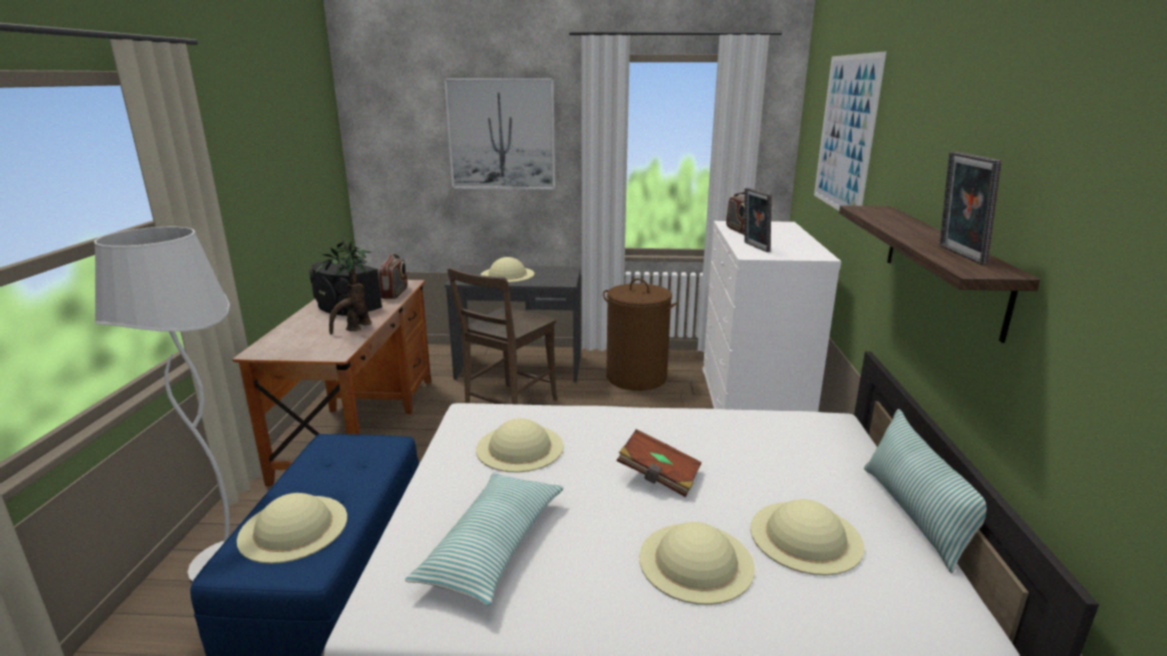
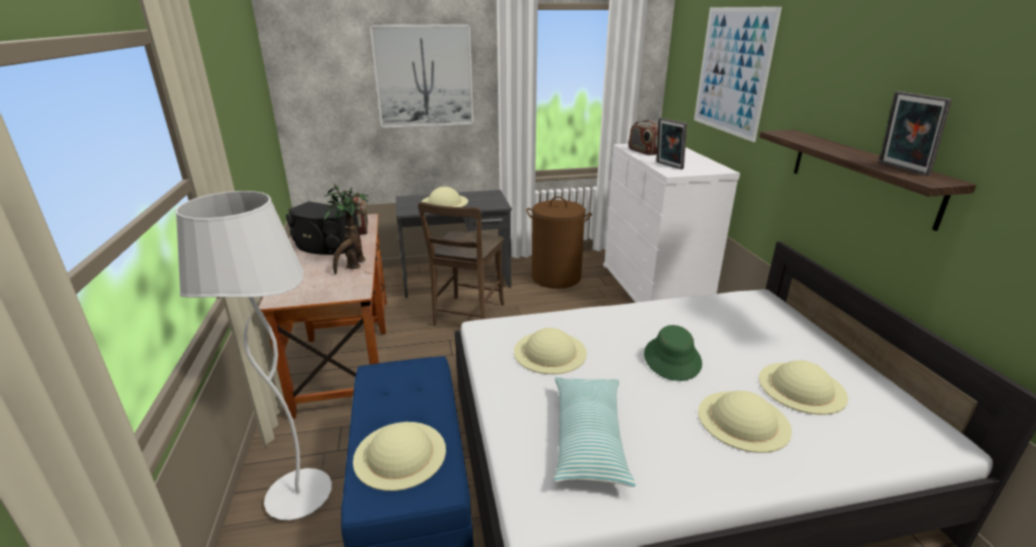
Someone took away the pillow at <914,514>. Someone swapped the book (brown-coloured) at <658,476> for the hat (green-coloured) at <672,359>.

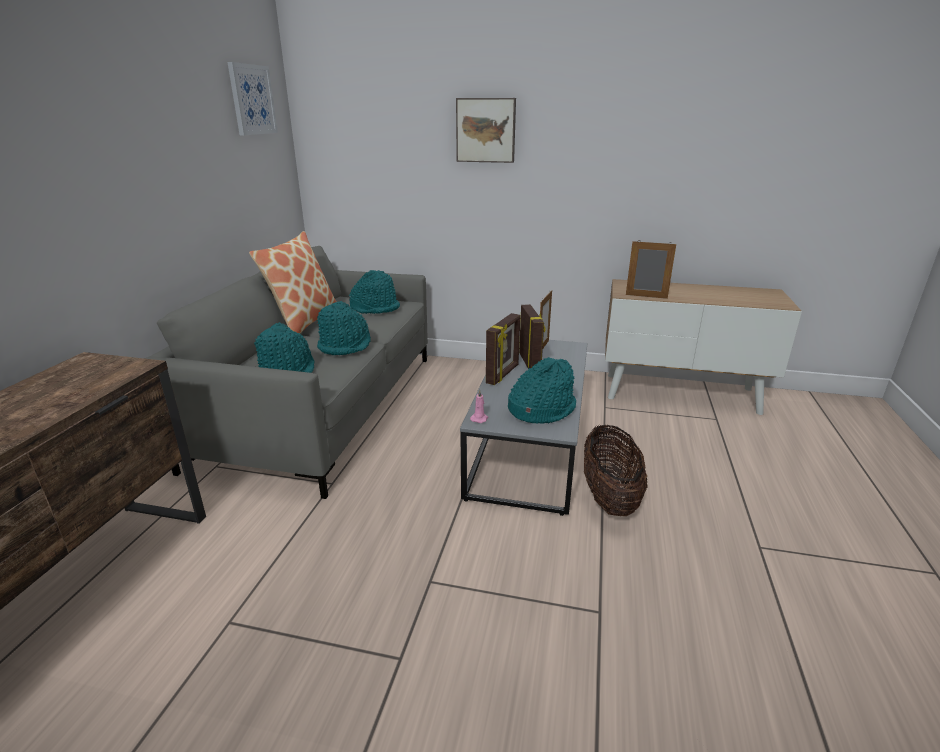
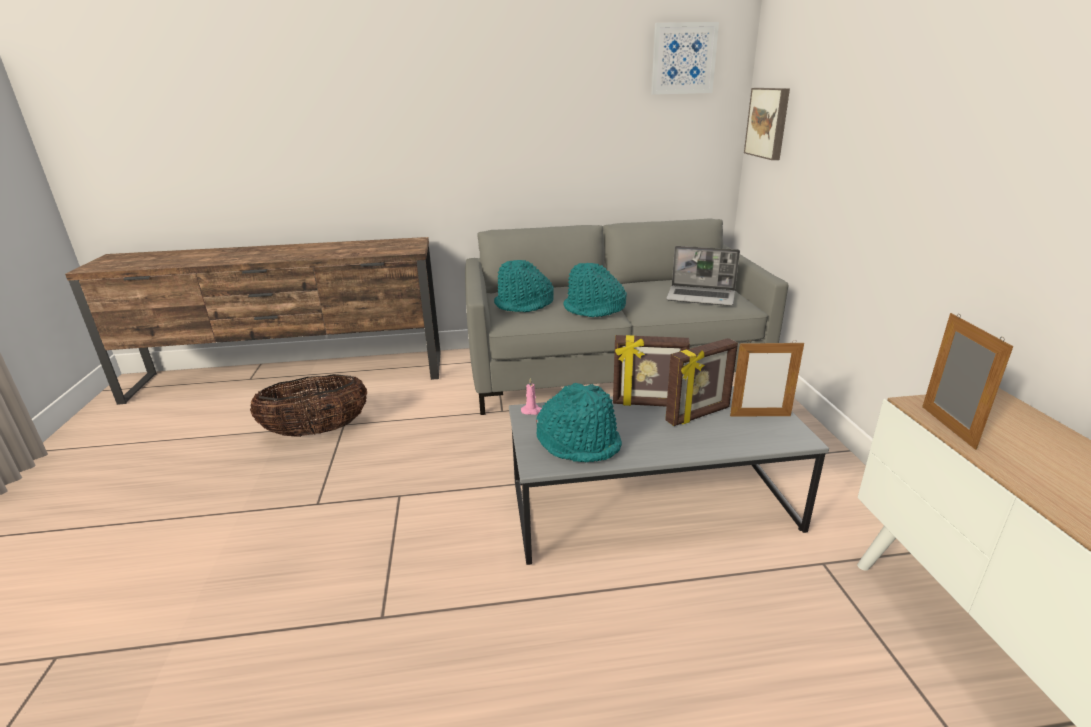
Someone took away the pillow at <304,321>. Someone carried the wall picture from <486,130> to <768,123>. Someone carried the storage basket from <609,497> to <317,431>. Someone swapped the hat (blue-green) at <375,308> for the notebook computer at <701,297>.

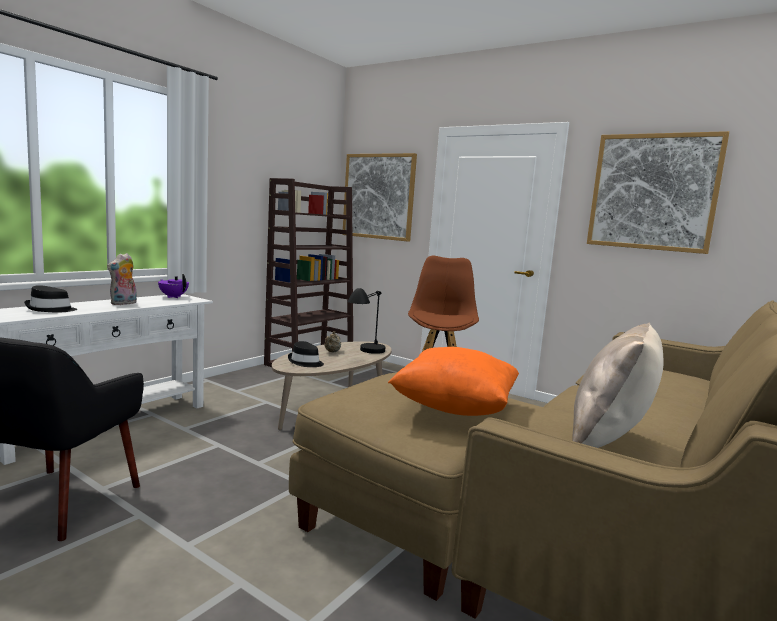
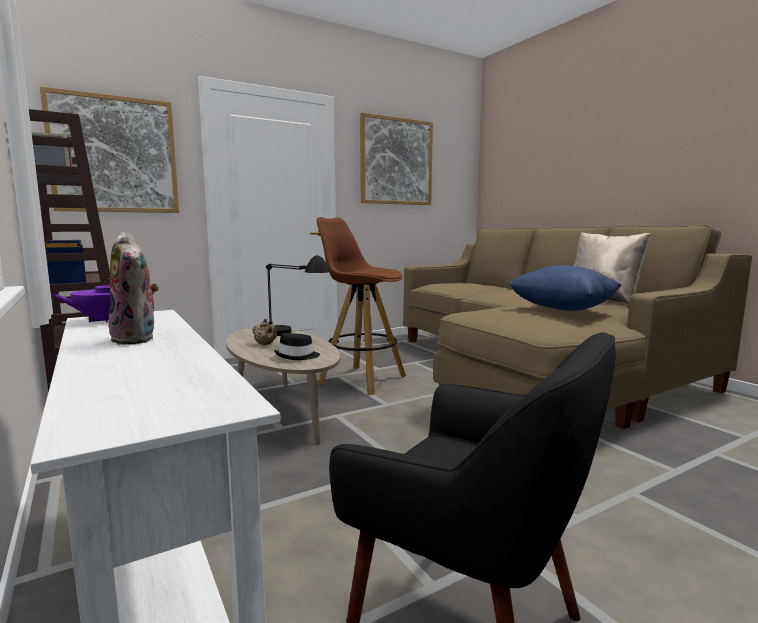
Someone took away the hat (black-coloured) at <50,309>. Someone repainted the pillow (orange-coloured) at <455,408>, which became the pillow (blue-coloured) at <563,310>.

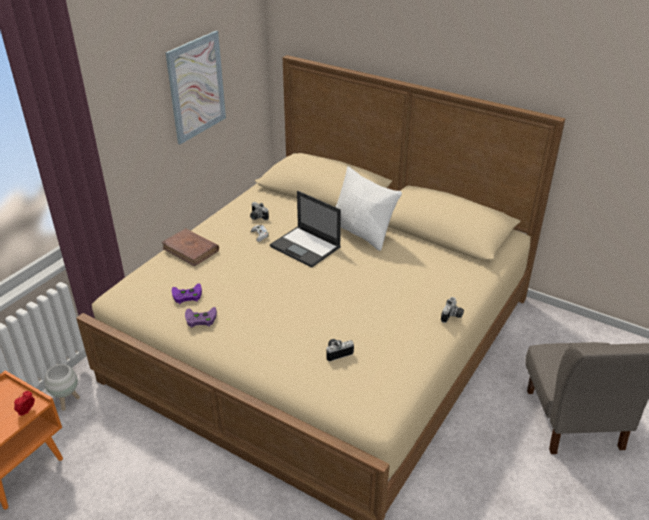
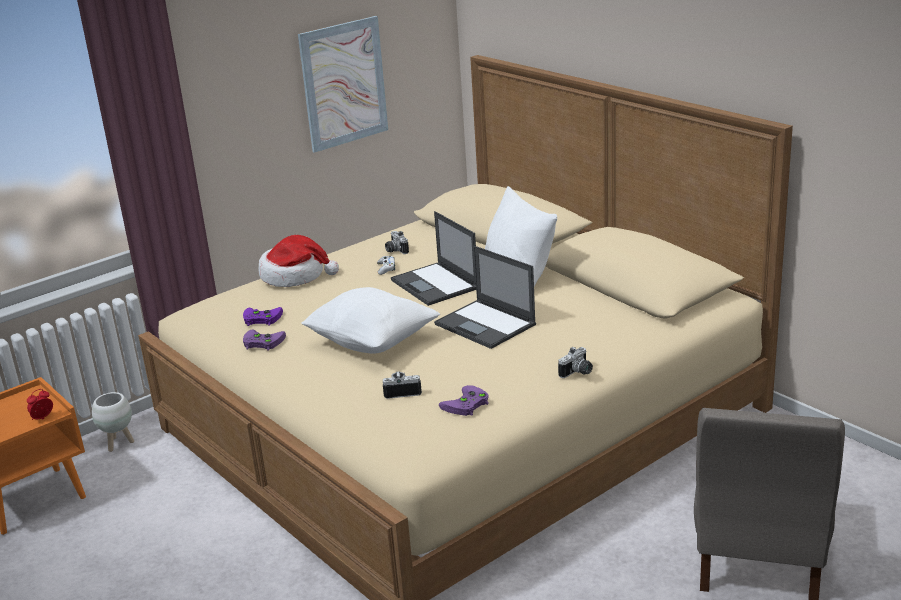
Someone put down the pillow (white-coloured) at <372,343>. Someone put down the notebook computer at <486,325>. Someone put down the joypad (purple-coloured) at <466,405>. Someone swapped the book (brown-coloured) at <190,249> for the hat at <294,276>.

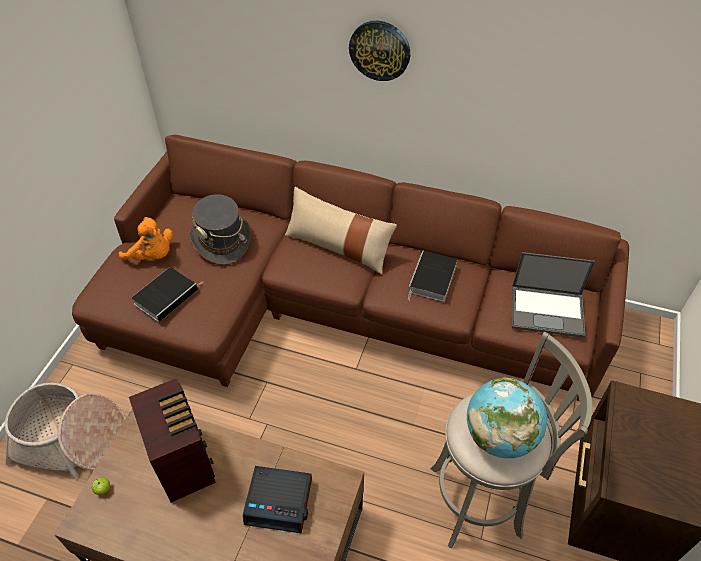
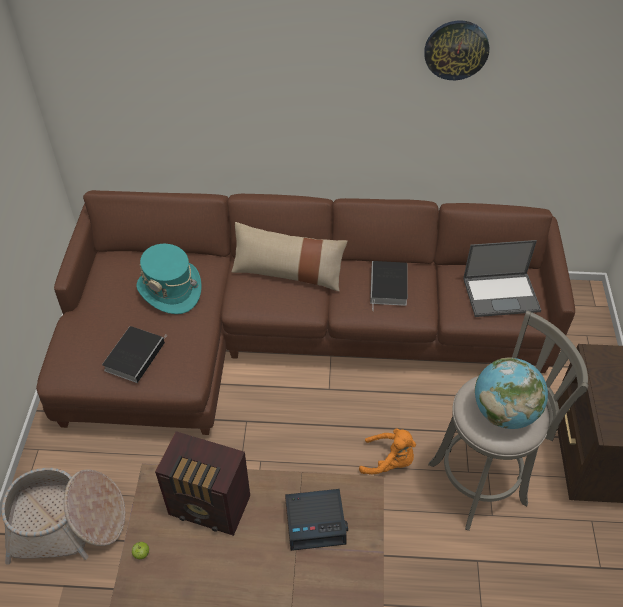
Someone carried the cuddly toy (orange-coloured) from <153,256> to <389,461>. Someone carried the hanging clock from <380,50> to <456,49>. Someone repainted the hat (grey) at <222,240>, which became the hat (blue-green) at <170,290>. Someone rotated the radio at <183,460> by 150 degrees clockwise.

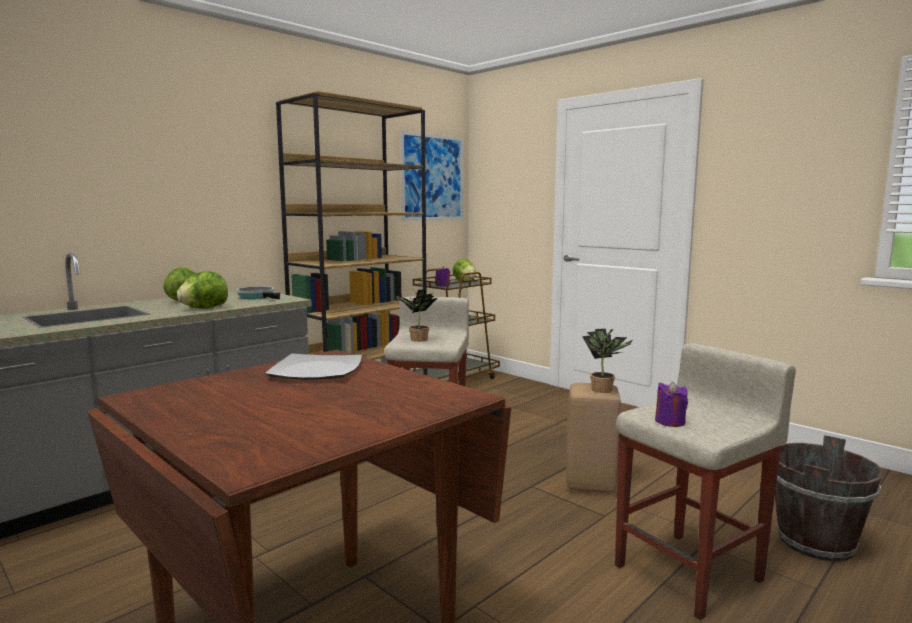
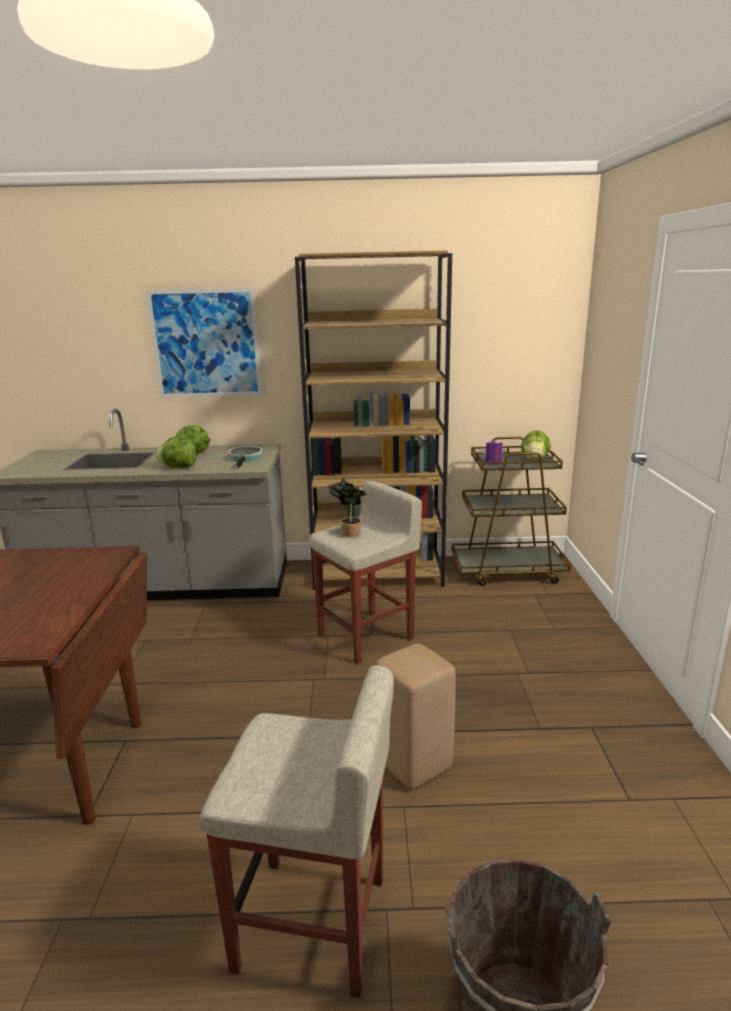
Someone took away the plate at <315,370>. Someone took away the houseplant at <605,390>. Someone took away the wax candle (purple-coloured) at <670,421>. Someone carried the wall picture from <432,177> to <206,344>.

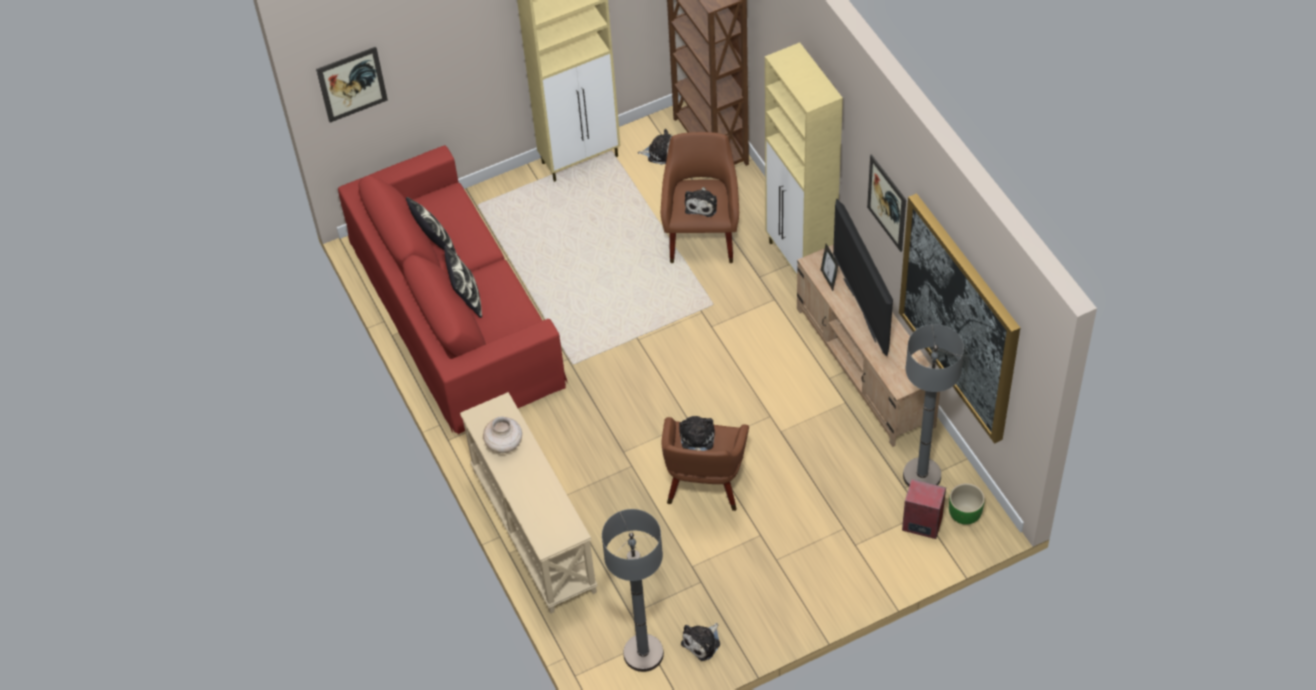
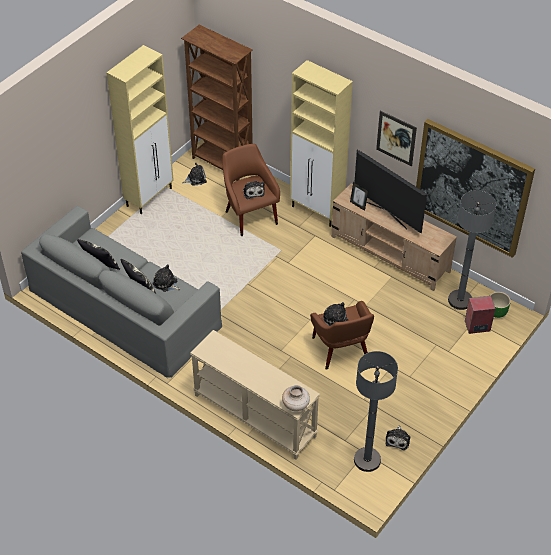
Someone took away the wall picture at <352,84>. Someone put down the cuddly toy at <166,283>. Someone carried the flower vase (beige) from <504,444> to <296,405>. Someone repainted the sofa (red) at <455,310>, which became the sofa (grey) at <124,307>.

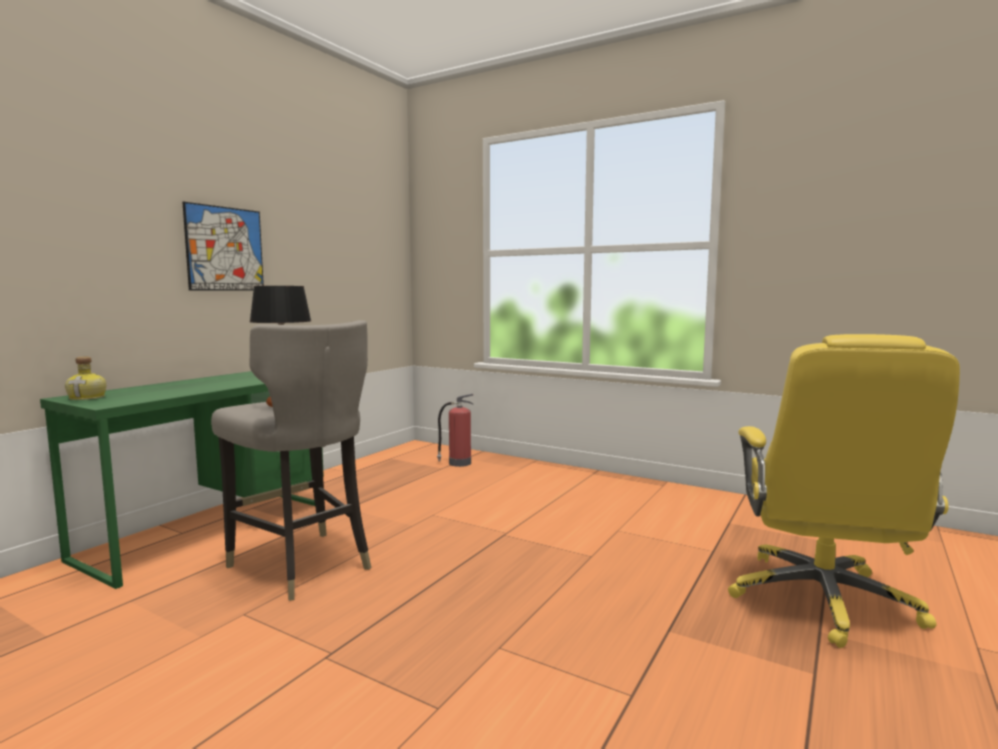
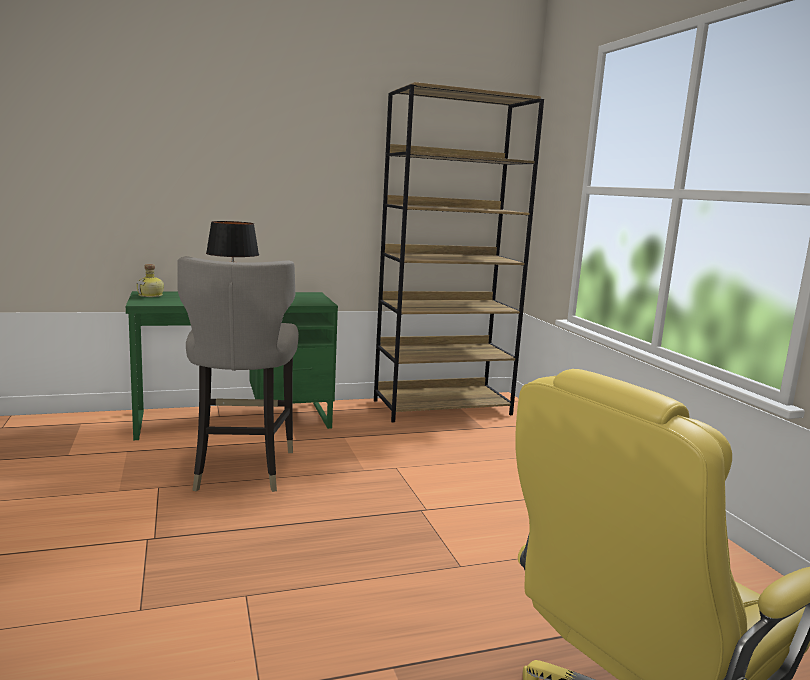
Someone took away the wall picture at <225,249>. Someone took away the extinguisher at <458,463>. Someone put down the bookcase (brown-coloured) at <442,407>.

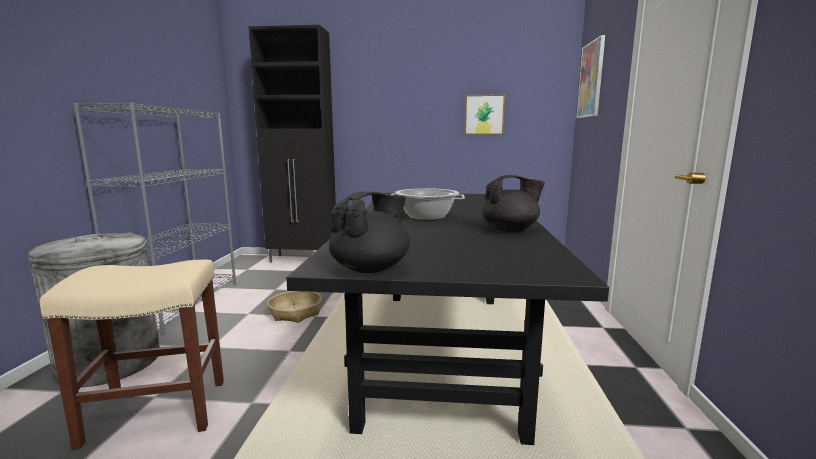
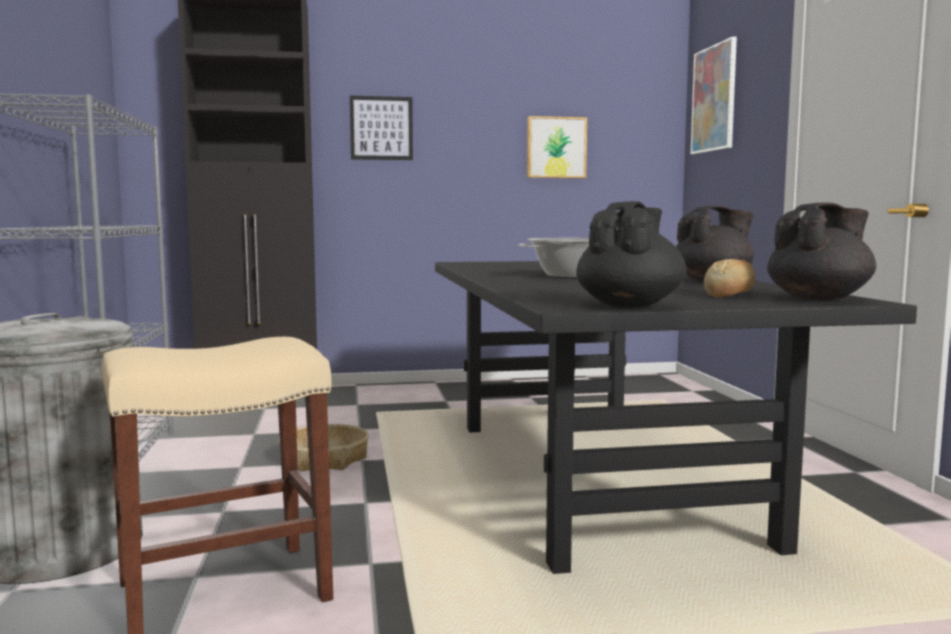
Someone put up the wall picture at <381,128>. Someone put down the bakery bread at <729,295>. Someone put down the teapot (black-coloured) at <819,299>.

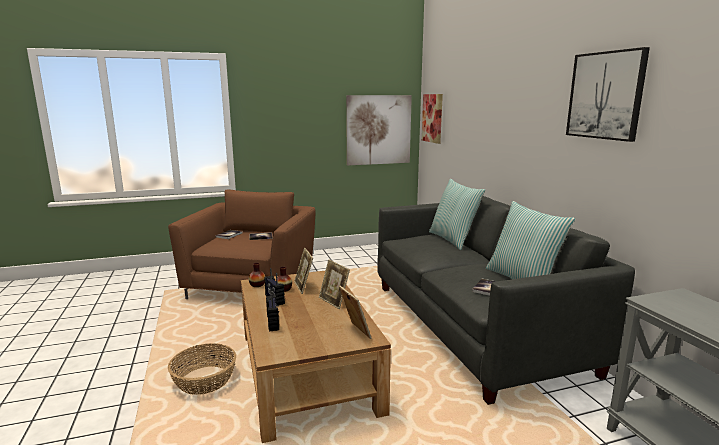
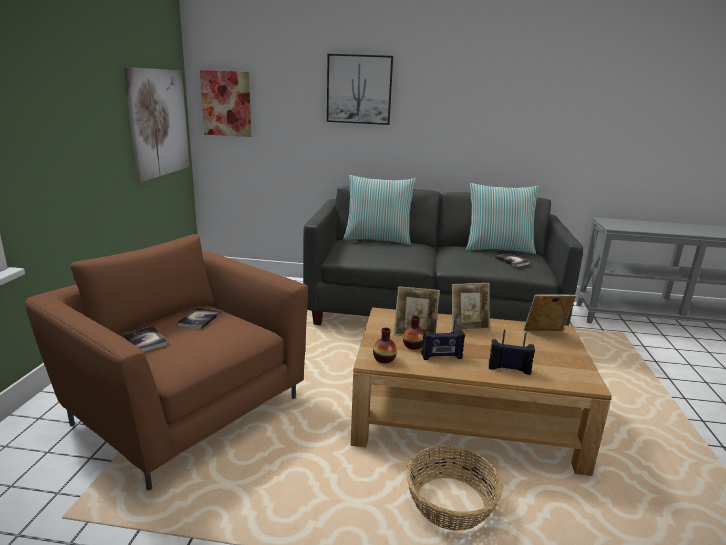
Someone carried the wall picture from <605,95> to <359,89>.

